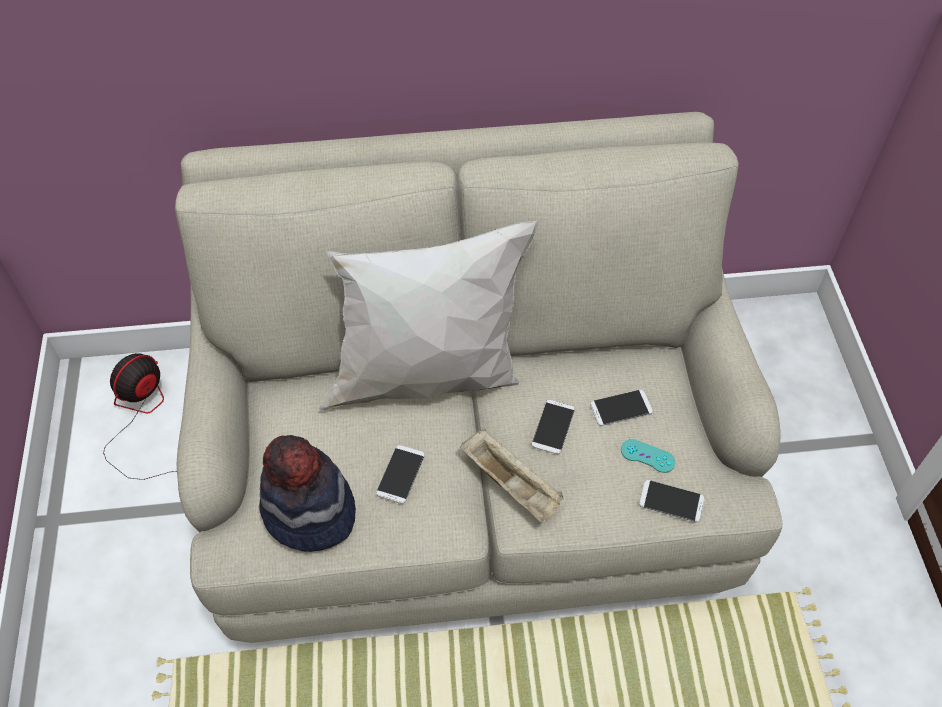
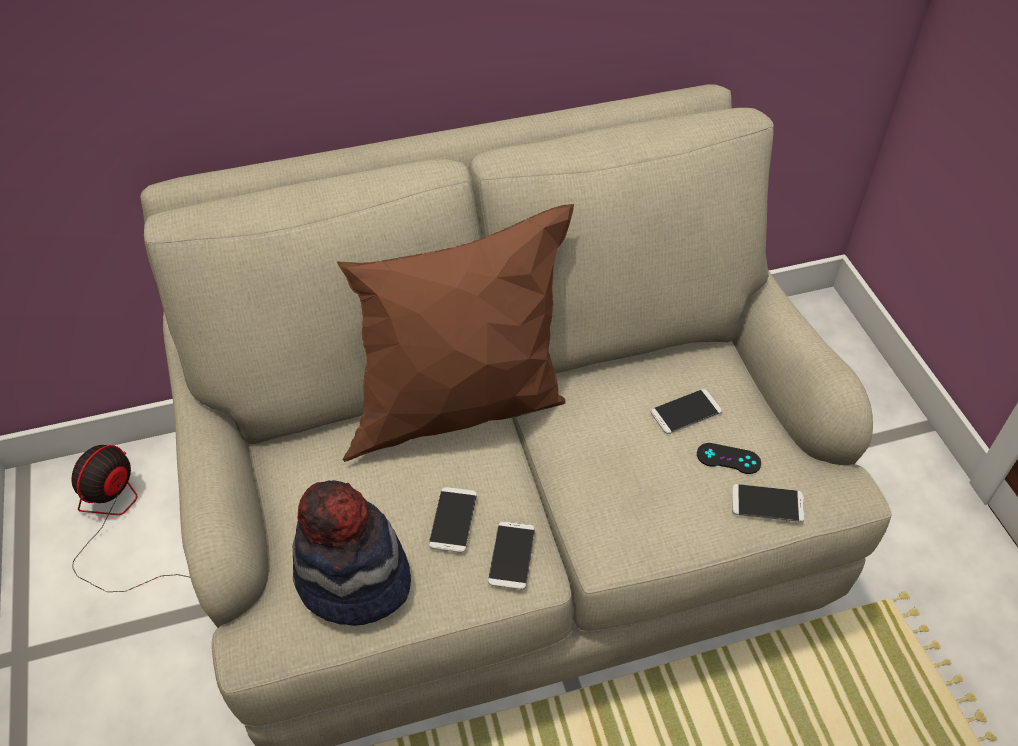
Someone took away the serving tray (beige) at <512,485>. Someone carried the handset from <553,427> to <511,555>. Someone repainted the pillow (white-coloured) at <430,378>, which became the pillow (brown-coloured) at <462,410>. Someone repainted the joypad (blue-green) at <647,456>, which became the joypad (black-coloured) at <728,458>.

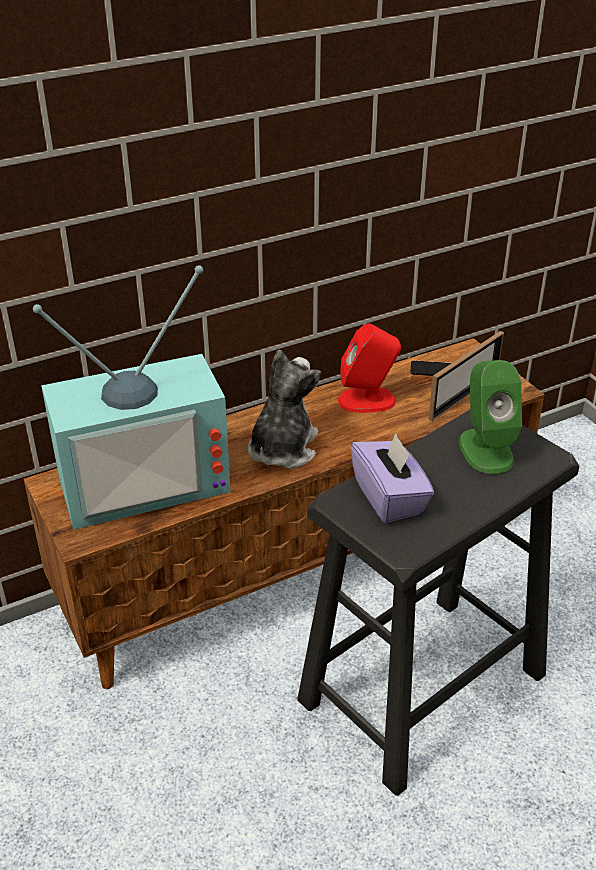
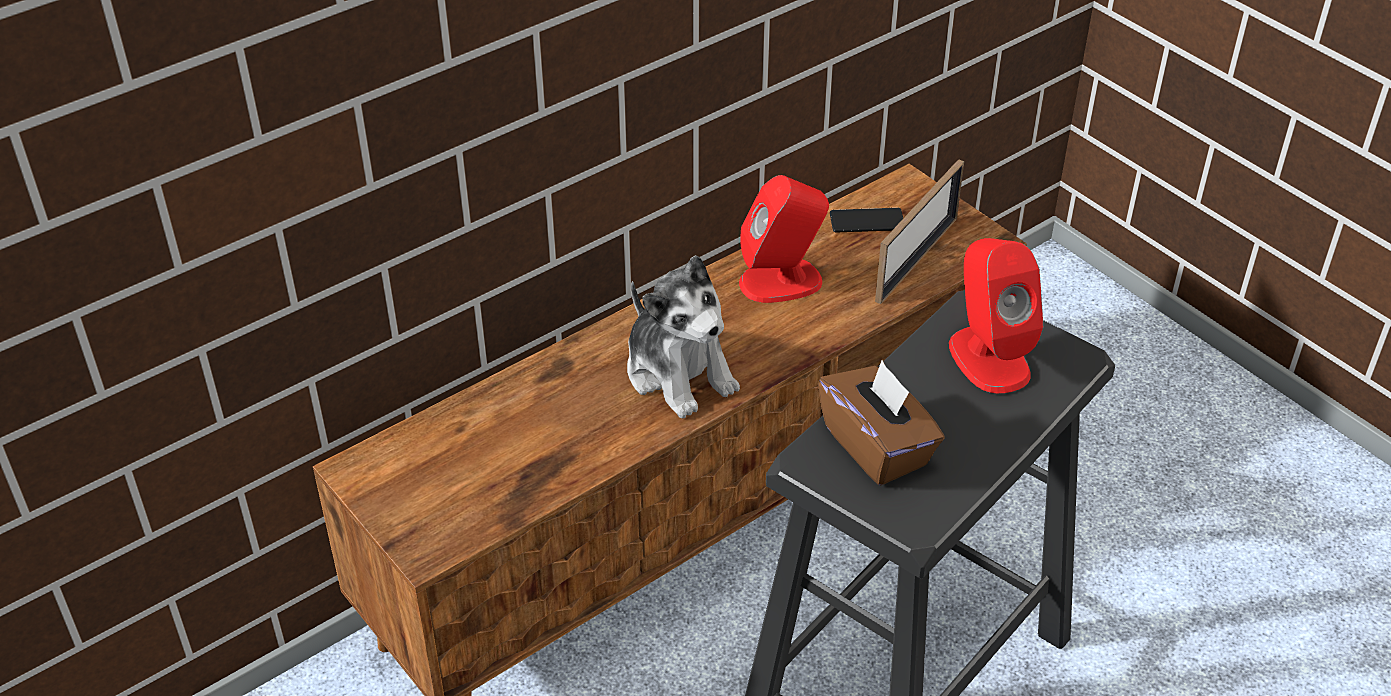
Someone took away the television at <144,479>. Someone repainted the tissue box (purple-coloured) at <390,498>, which became the tissue box (brown-coloured) at <877,446>. Someone repainted the speaker (green-coloured) at <485,450>, which became the speaker (red) at <988,358>. Someone rotated the cuddly toy at <282,449> by 135 degrees clockwise.

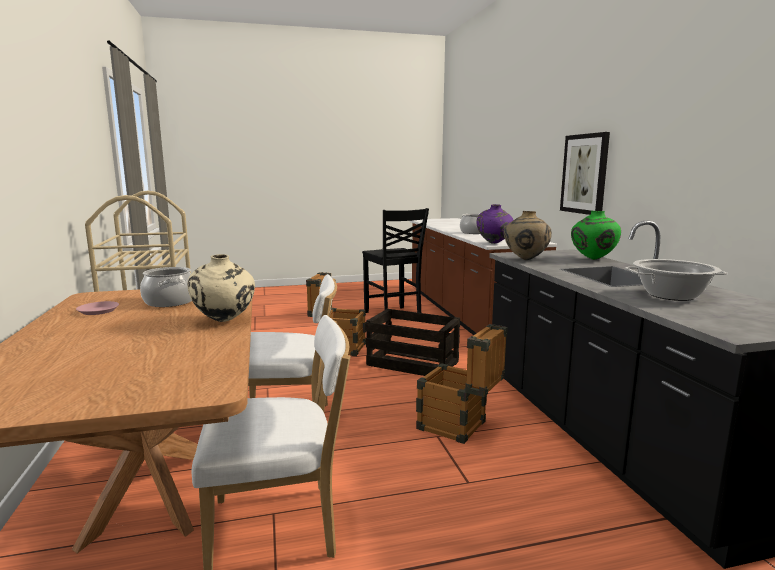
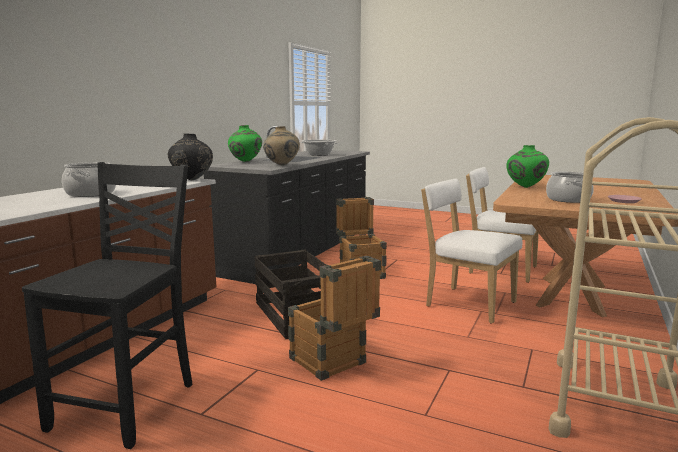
Someone took away the wall picture at <585,174>. Someone repainted the flower vase (beige) at <225,321>, which became the flower vase (green-coloured) at <525,187>. Someone repainted the flower vase (purple-coloured) at <494,243>, which became the flower vase (black-coloured) at <192,180>.

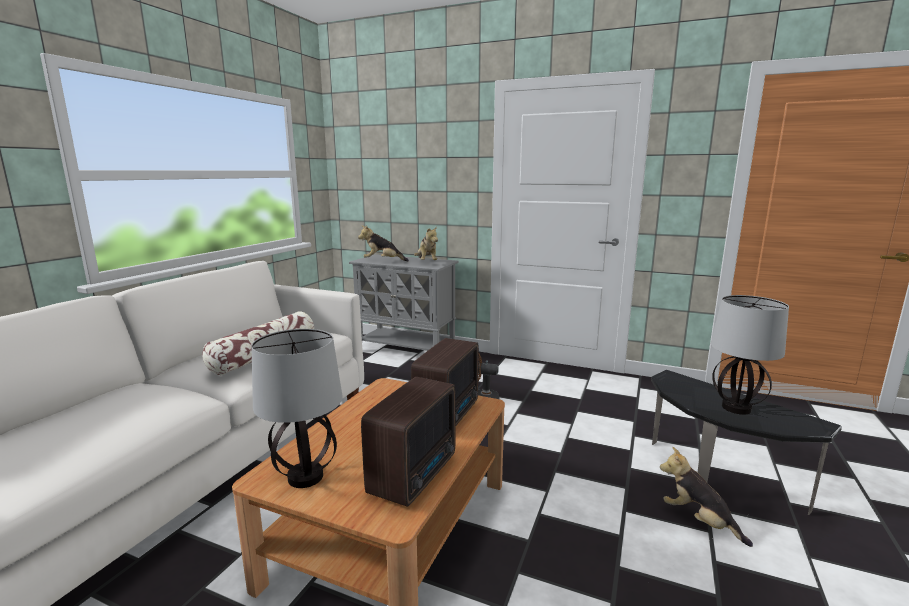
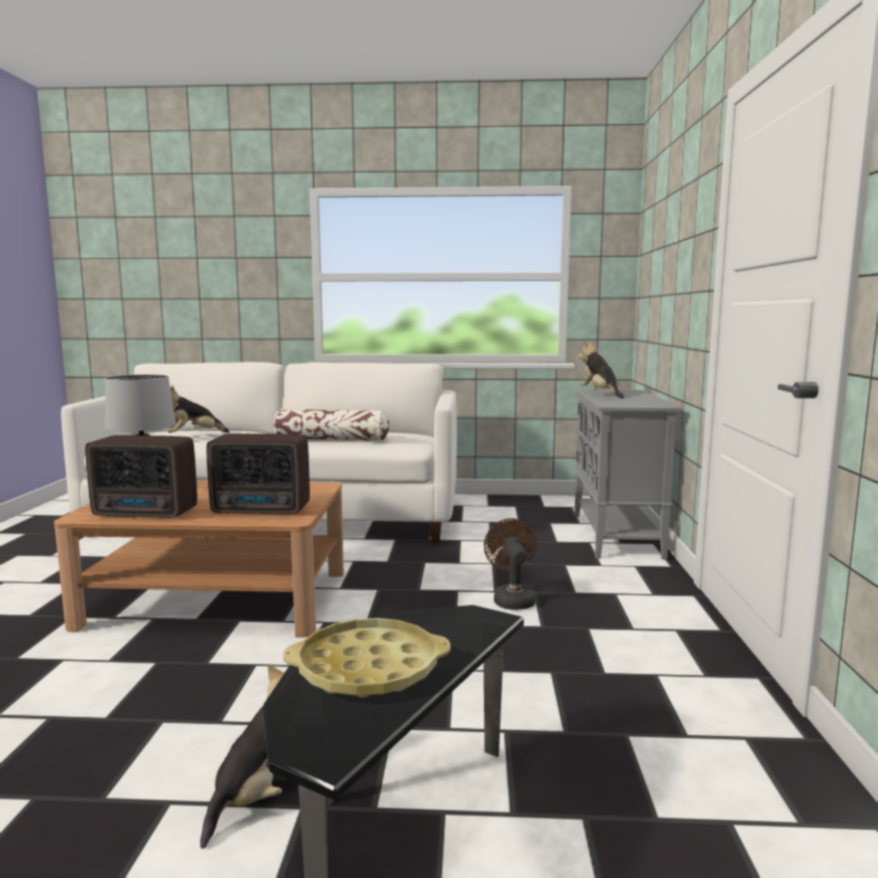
Someone carried the cuddly toy from <426,262> to <193,436>. Someone swapped the lamp for a table at <736,408> for the serving tray (yellow-coloured) at <368,668>.

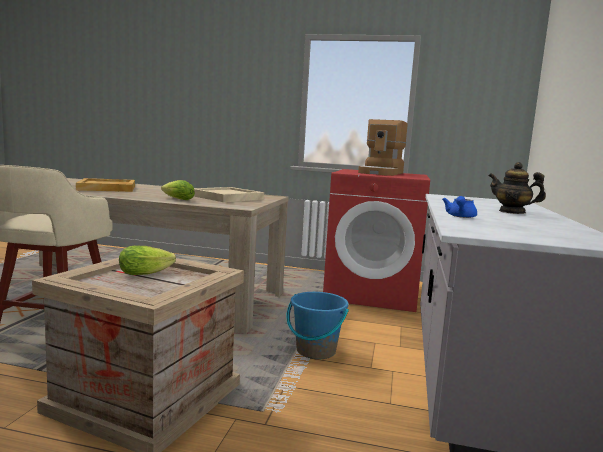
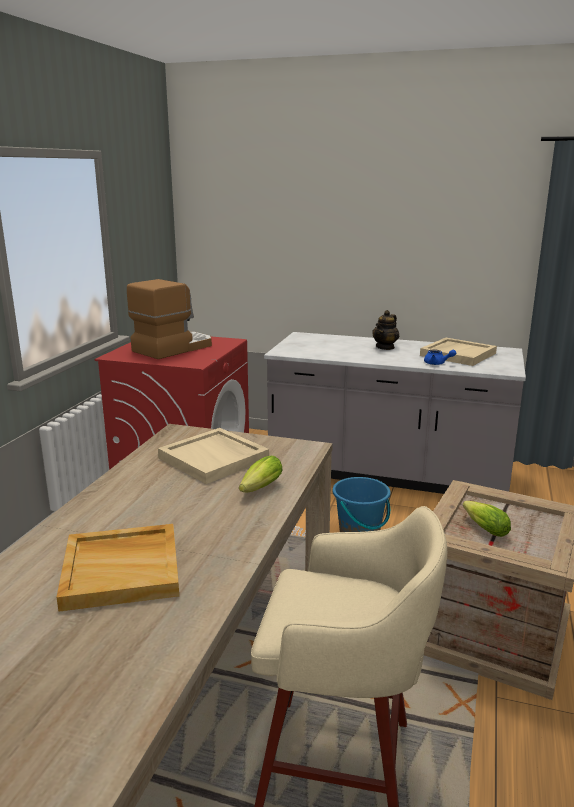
Someone put down the serving tray (beige) at <457,354>. Someone rotated the coffee machine at <382,173> by 75 degrees counterclockwise.

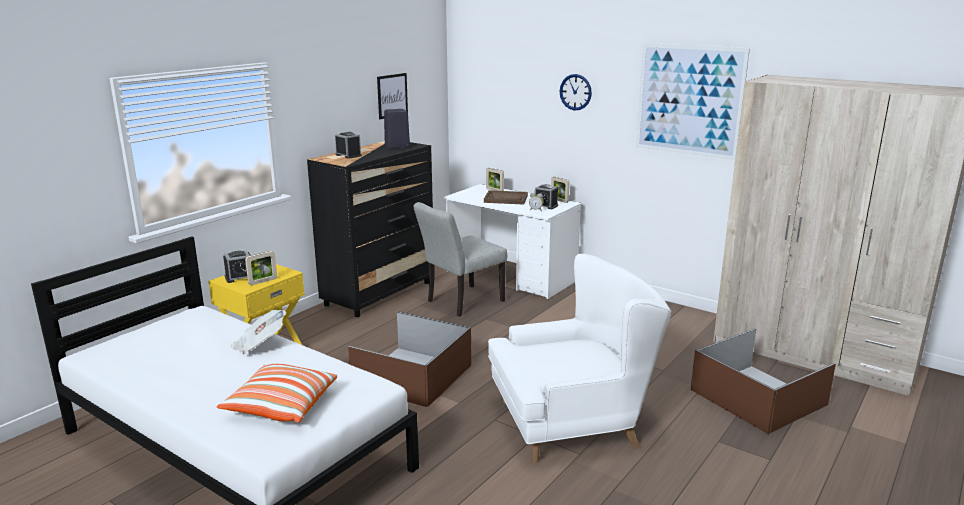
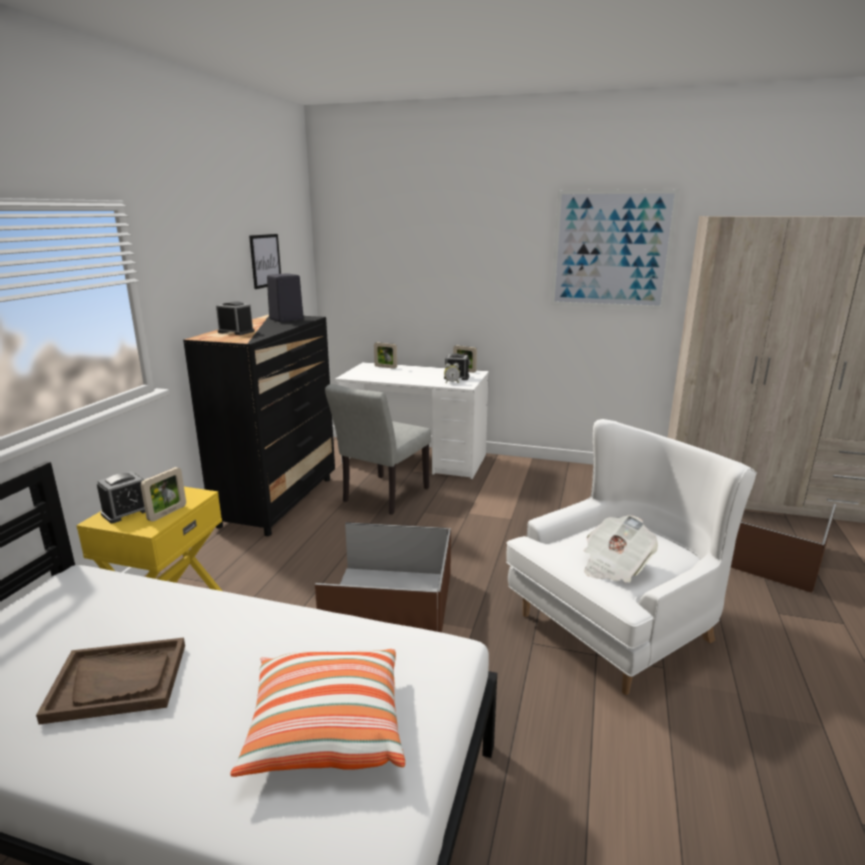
Someone took away the hanging clock at <575,92>. Someone carried the newspaper from <259,344> to <614,565>. Someone carried the serving tray (brown-coloured) from <506,199> to <118,681>.

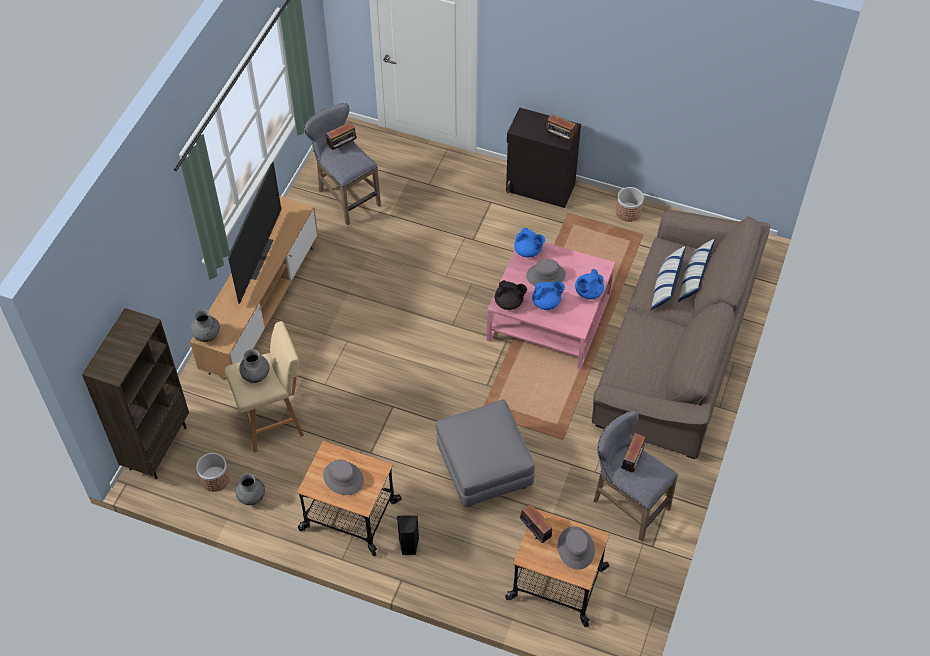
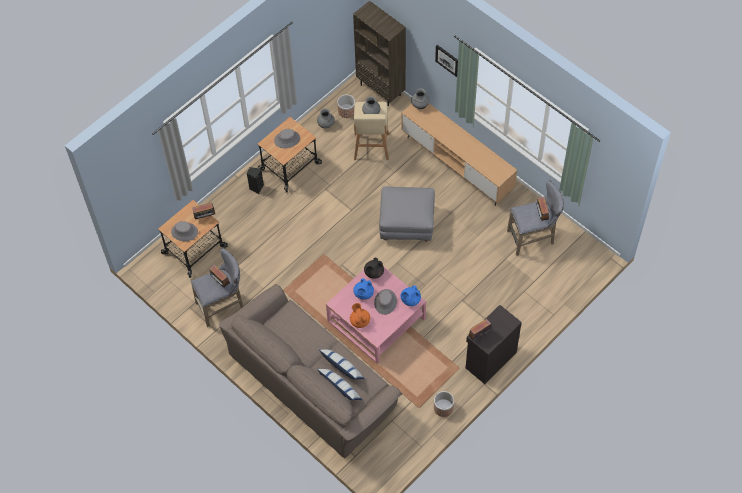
Someone took away the television at <259,259>. Someone put up the wall picture at <447,60>. Someone carried the ottoman (grey) from <484,468> to <407,224>. Someone repainted the teapot (blue-coloured) at <588,292>, which became the teapot (orange-coloured) at <360,321>.

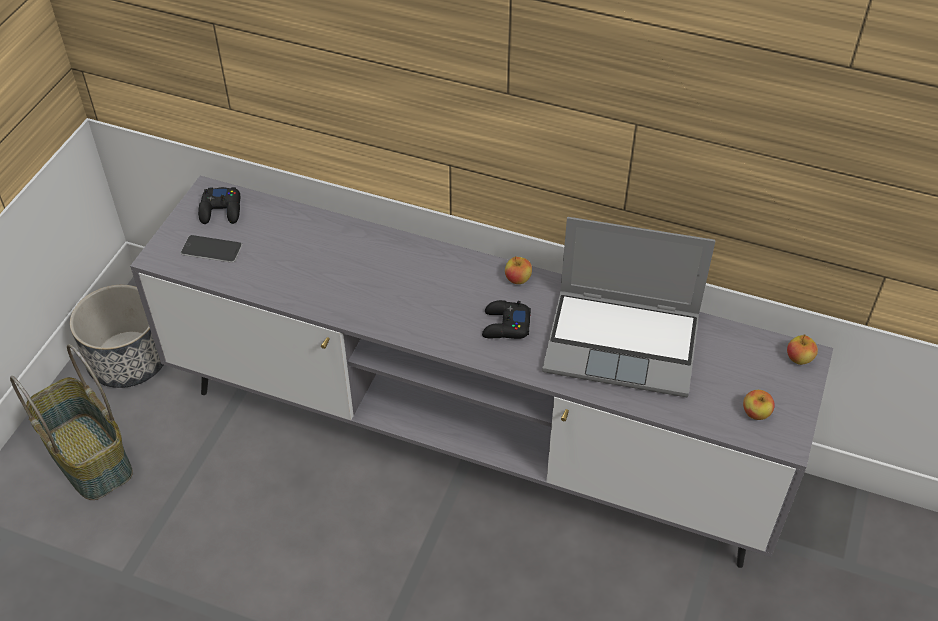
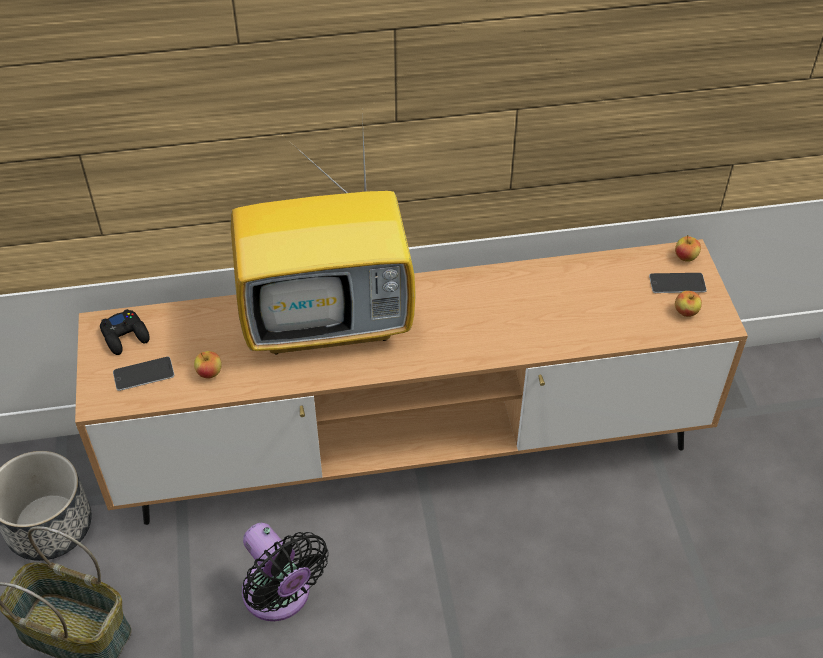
Someone took away the joypad (black-coloured) at <505,325>. Someone took away the notebook computer at <624,343>. Someone put down the television at <330,319>. Someone put down the fan (black-coloured) at <280,596>. Someone put down the handset at <677,283>. Someone carried the whole apple from <517,279> to <209,373>. Someone repainted the tv unit (grey) at <470,438>, which became the tv unit (brown-coloured) at <410,450>.

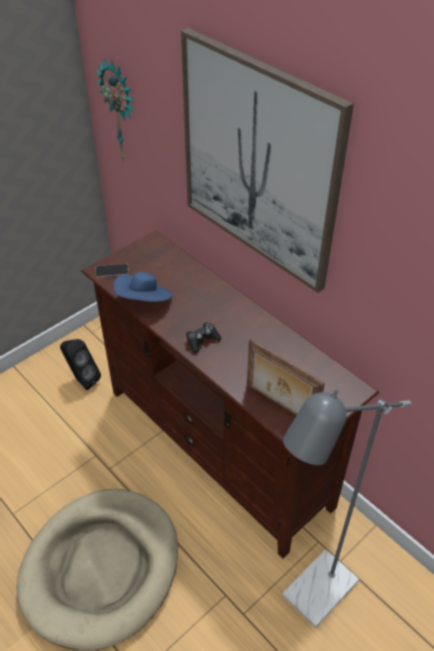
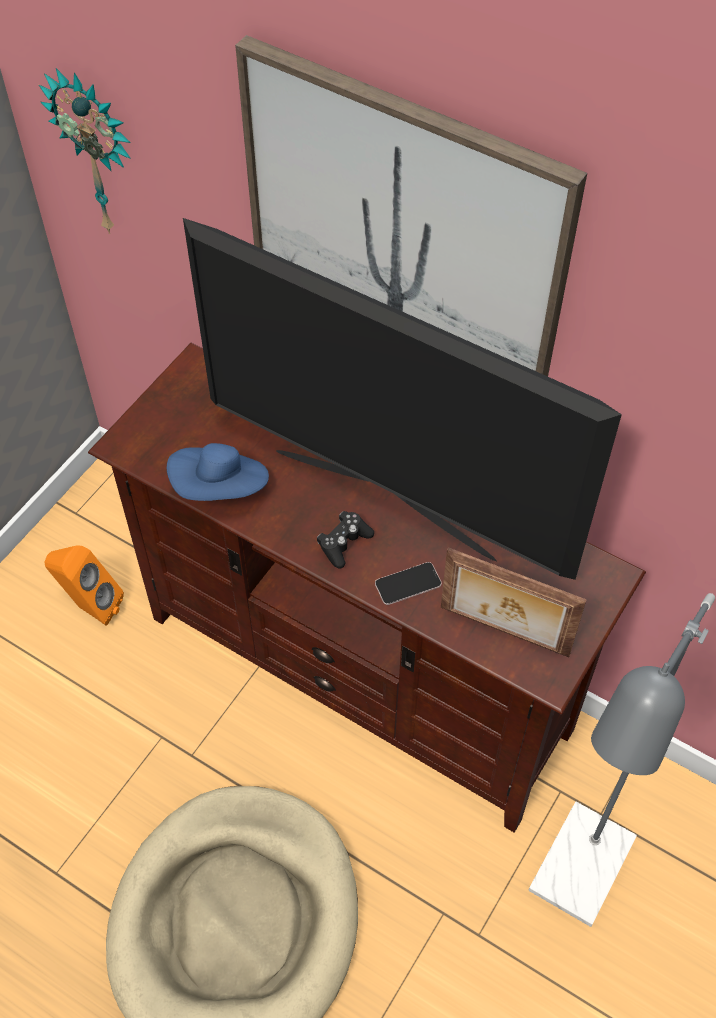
Someone put down the television at <385,501>. Someone carried the handset from <112,271> to <408,584>. Someone repainted the speaker (black-coloured) at <82,379>, which became the speaker (orange-coloured) at <90,606>.

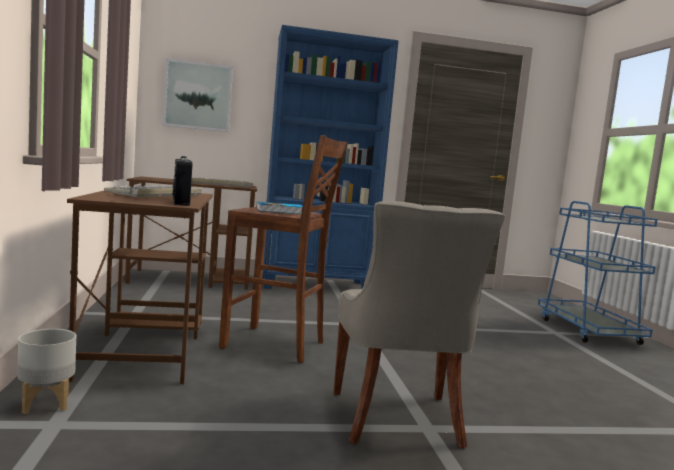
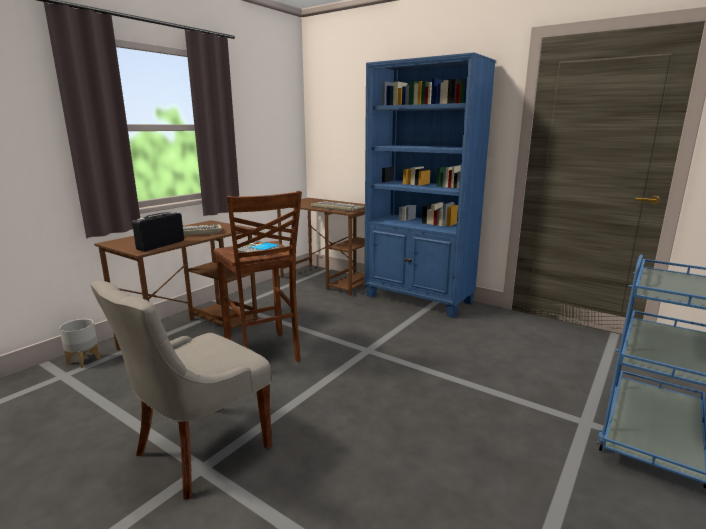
Someone took away the wall picture at <198,96>.

